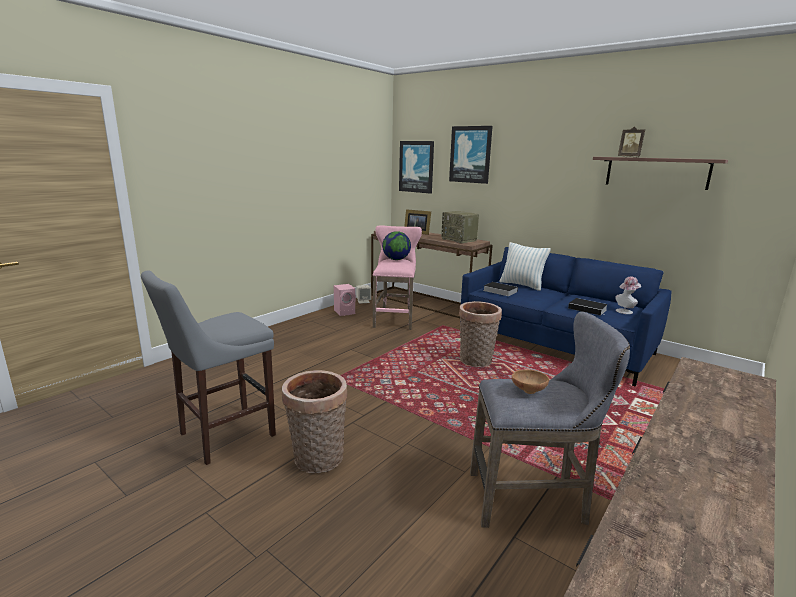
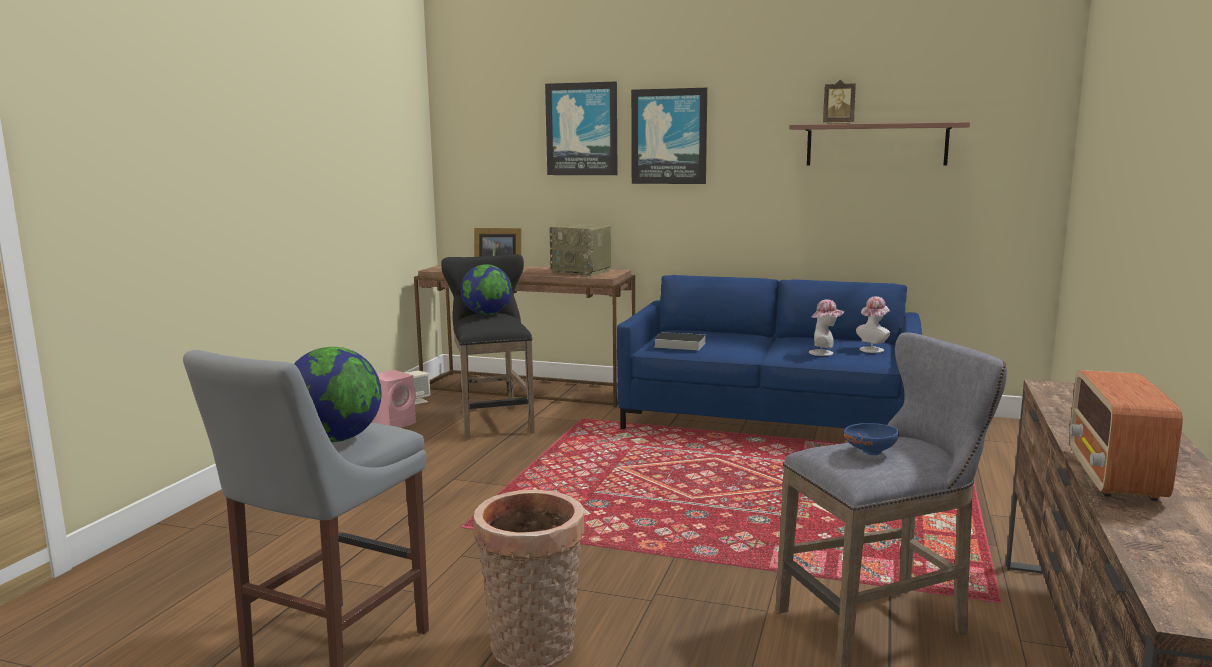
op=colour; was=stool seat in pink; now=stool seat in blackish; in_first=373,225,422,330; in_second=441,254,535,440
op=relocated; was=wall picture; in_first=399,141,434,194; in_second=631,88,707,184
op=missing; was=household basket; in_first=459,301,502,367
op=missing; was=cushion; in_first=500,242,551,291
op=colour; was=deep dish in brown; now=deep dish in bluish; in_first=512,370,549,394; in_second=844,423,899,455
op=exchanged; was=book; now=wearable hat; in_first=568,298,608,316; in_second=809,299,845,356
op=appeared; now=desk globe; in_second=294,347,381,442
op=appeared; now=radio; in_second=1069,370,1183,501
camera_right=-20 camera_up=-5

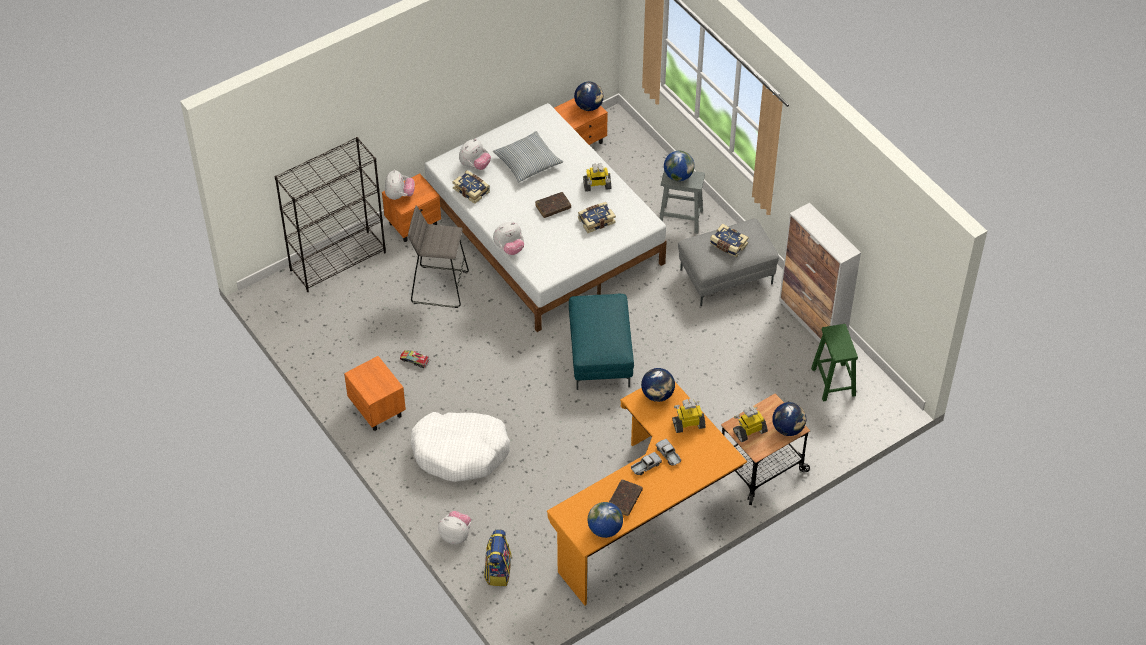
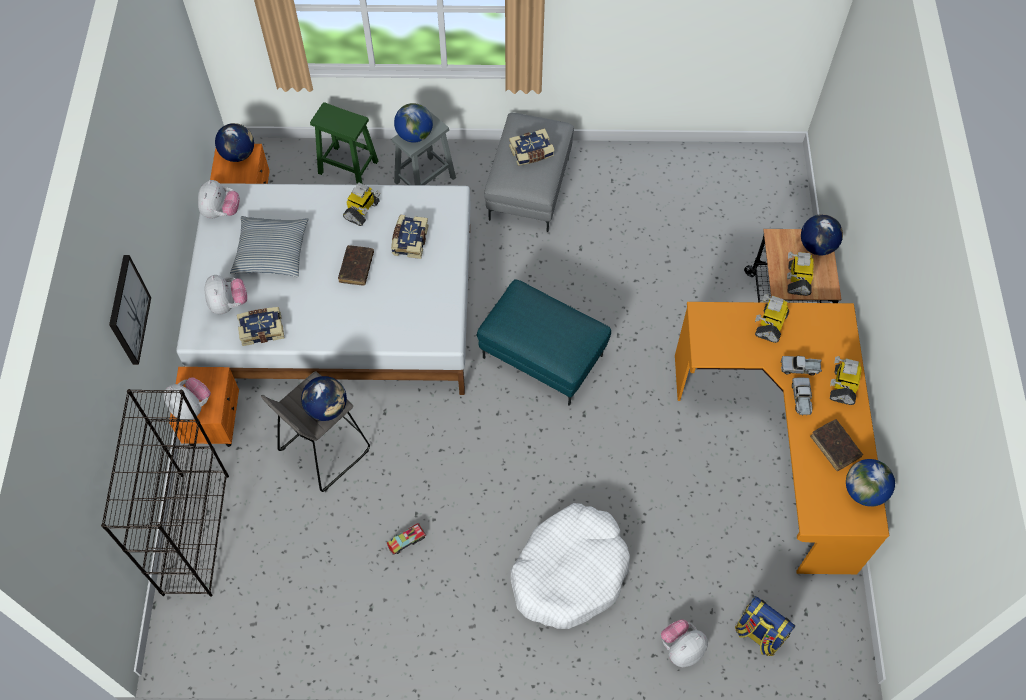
op=missing; was=nightstand in orangey; in_first=344,356,406,431
op=relocated; was=plush toy; in_first=493,222,524,255; in_second=198,180,240,218
op=relocated; was=desk globe; in_first=641,368,675,402; in_second=301,376,347,421
op=missing; was=storage cabinet; in_first=779,203,861,351
op=relocated; was=stool seat in green-coloured; in_first=811,324,858,402; in_second=310,102,378,184
op=appeared; now=wall picture; in_second=109,255,151,365
op=appeared; now=robot figure; in_second=830,356,862,405
camera_right=-55 camera_up=10

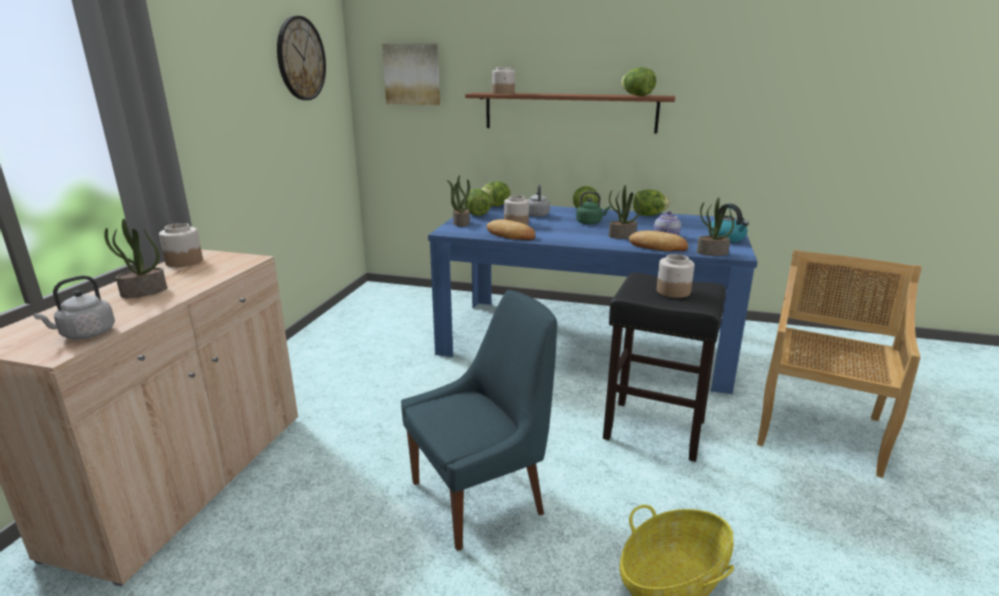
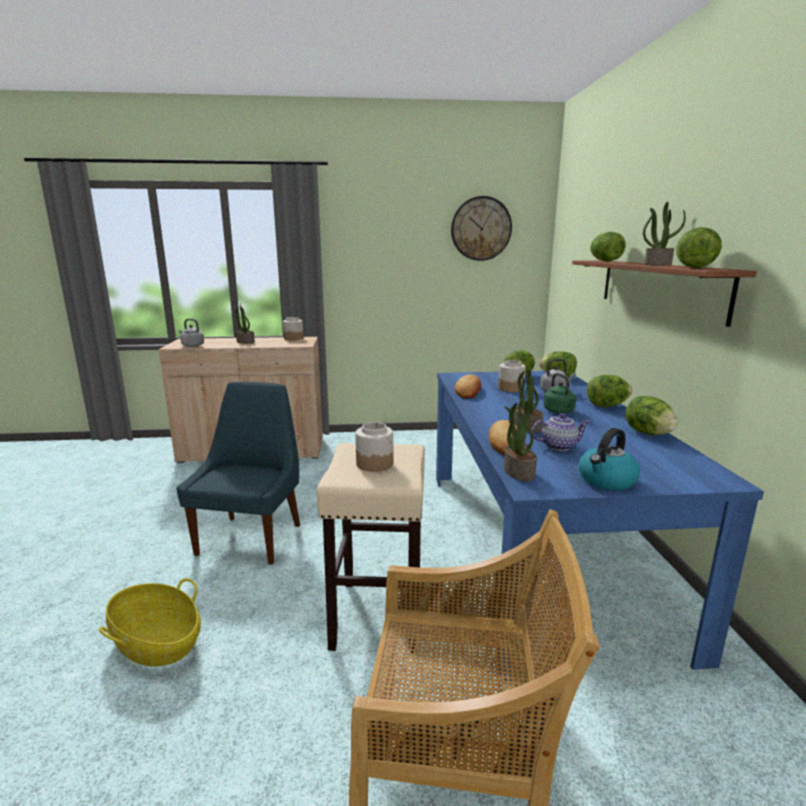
op=missing; was=wall picture; in_first=382,43,440,105
op=spun; was=plain chair in bluish; in_first=401,290,557,551; in_second=176,382,300,565; clockwise=-120
op=relocated; was=potted plant; in_first=447,175,470,227; in_second=643,202,686,265
op=exchanged; was=jar; now=lettuce; in_first=492,67,515,94; in_second=590,232,626,261
op=colour; was=stool seat in blackish; now=stool seat in beige; in_first=603,273,726,462; in_second=317,443,425,653
camera_right=70 camera_up=-5

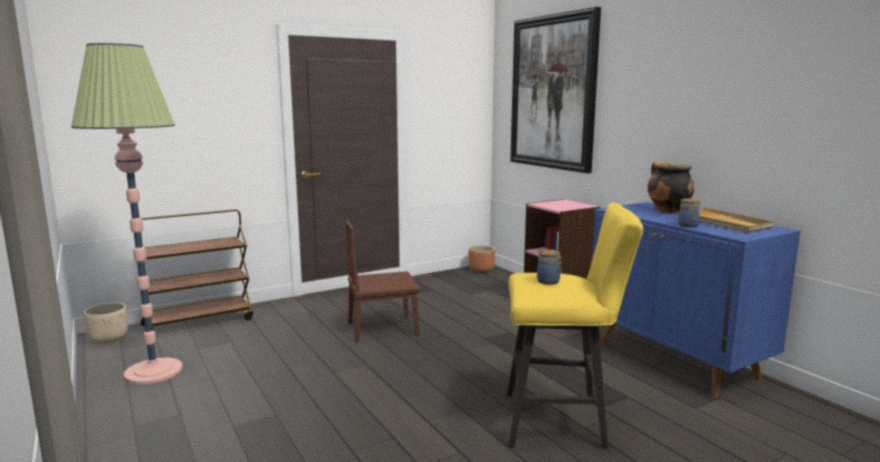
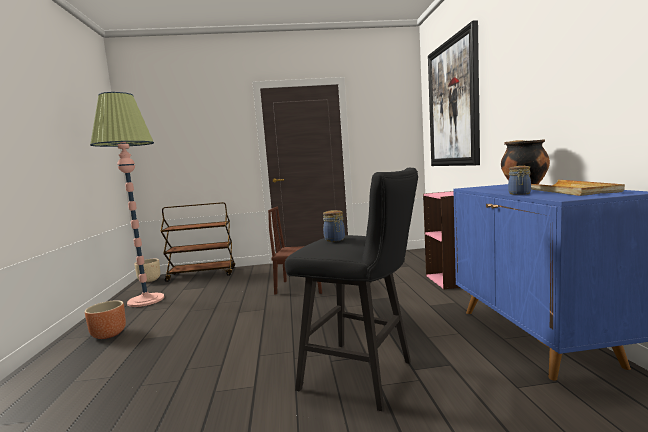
op=relocated; was=plant pot in brown; in_first=468,245,495,273; in_second=85,300,126,339
op=colour; was=stool seat in yellowish; now=stool seat in blackish; in_first=507,203,643,449; in_second=285,168,418,411
camera_right=25 camera_up=-5

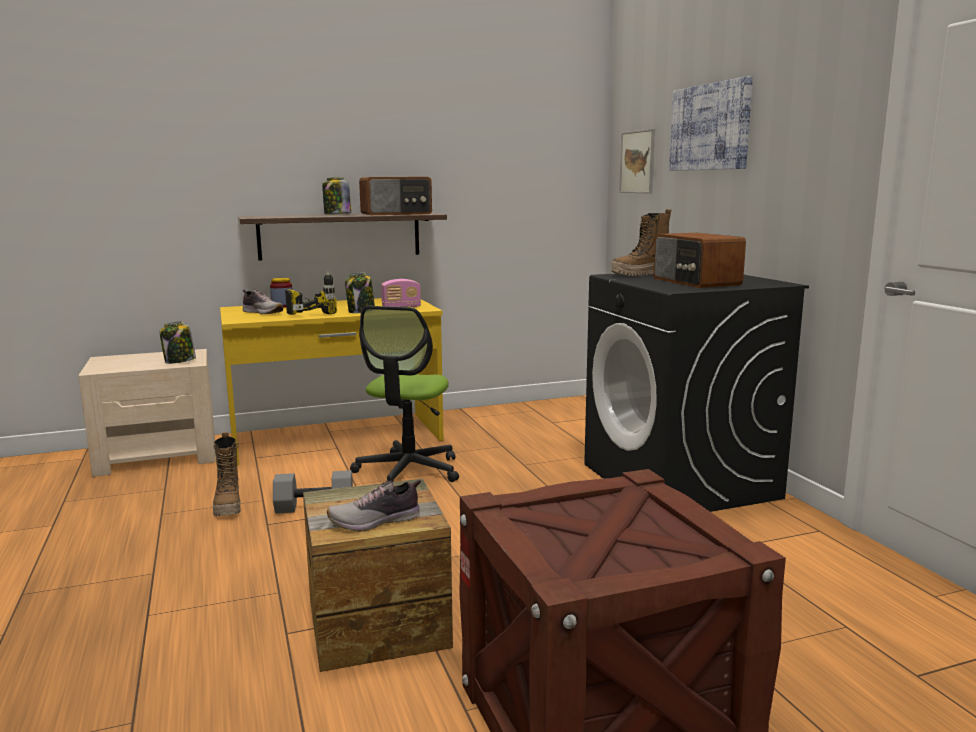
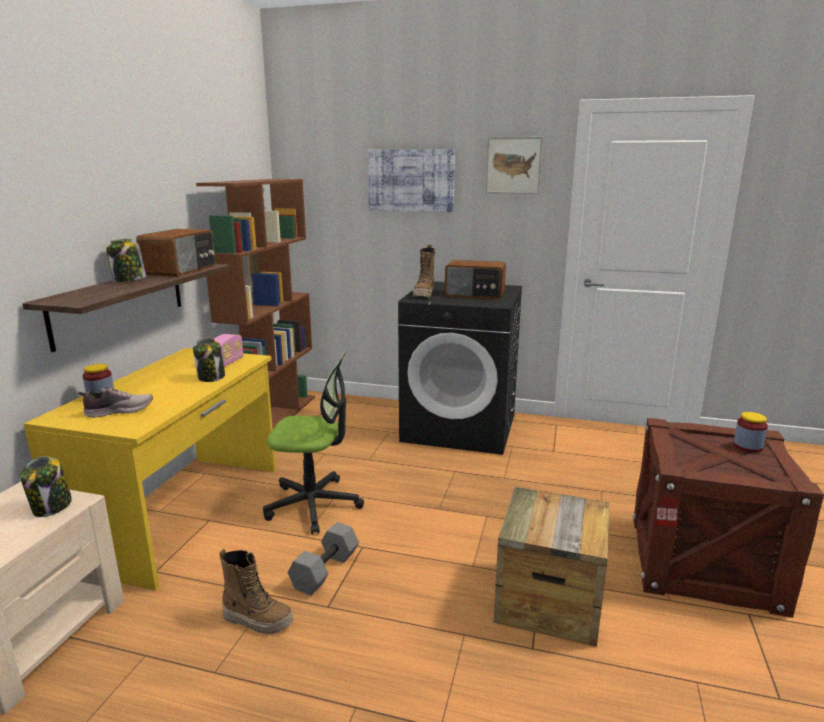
op=missing; was=drill; in_first=285,271,337,315
op=missing; was=item of footwear; in_first=327,480,421,532
op=spun; was=office chair; in_first=350,306,459,483; in_second=263,351,364,534; clockwise=-45
op=relocated; was=wall picture; in_first=619,129,655,193; in_second=486,137,543,194
op=appeared; now=shelving unit in brown; in_second=196,179,315,429
op=appeared; now=jar; in_second=733,412,768,453
camera_right=-55 camera_up=5

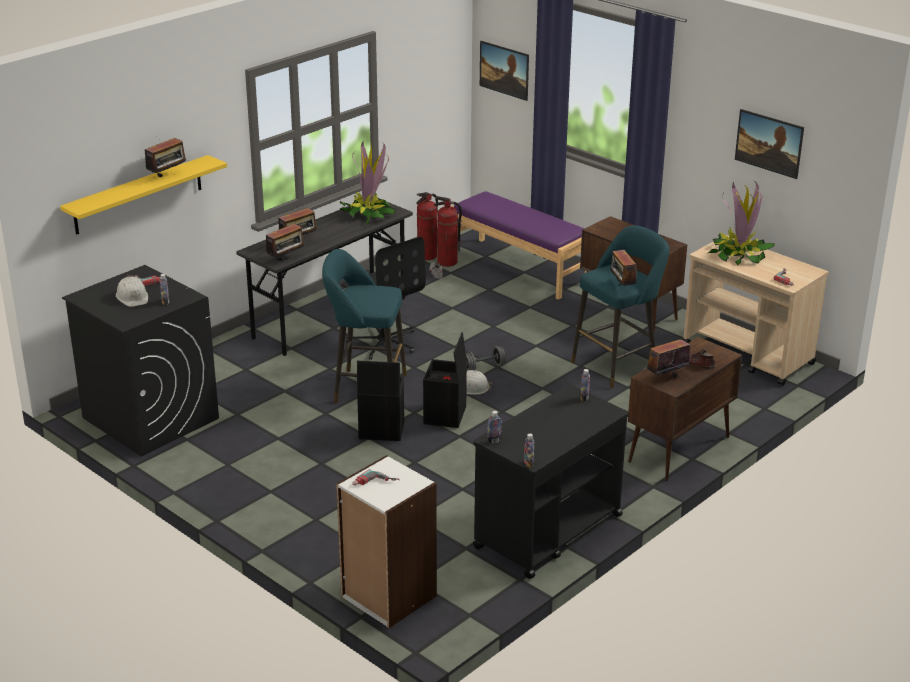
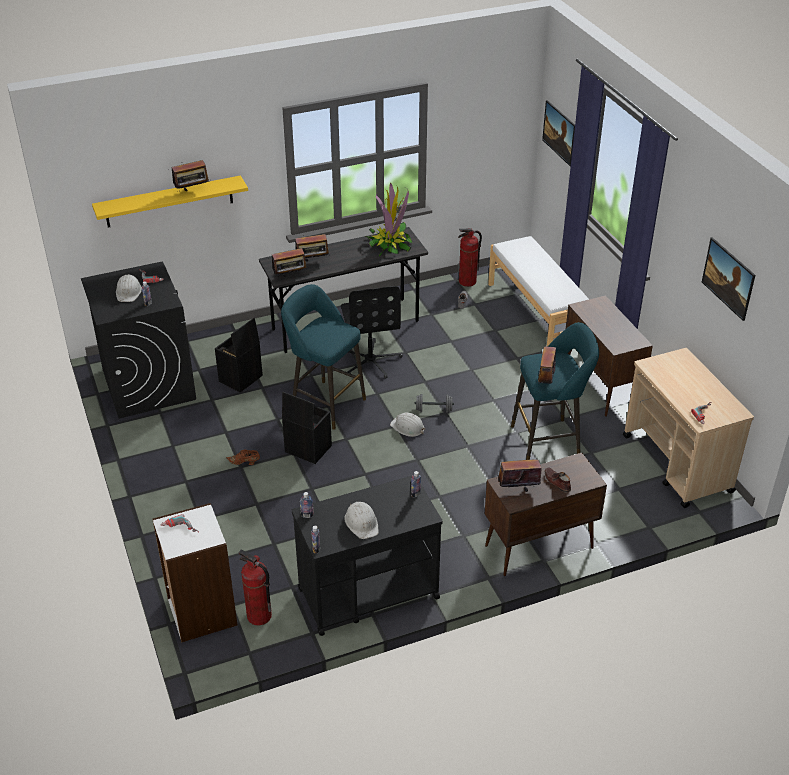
op=relocated; was=storage container in blackish; in_first=423,332,467,428; in_second=215,318,263,393
op=relocated; was=fire extinguisher; in_first=434,196,462,267; in_second=239,550,272,625
op=colour; was=indoor bench in purplish; now=indoor bench in white; in_first=450,191,587,300; in_second=488,236,589,347
op=missing; was=potted plant; in_first=707,180,775,266
op=appeared; now=item of footwear in brown; in_second=226,449,260,465
op=appeared; now=hard hat in white; in_second=344,502,379,539
camera_right=25 camera_up=10

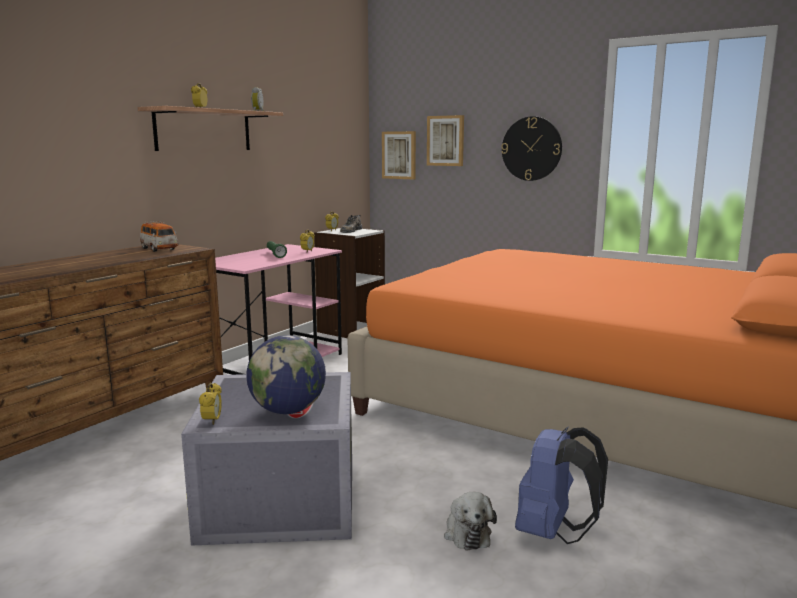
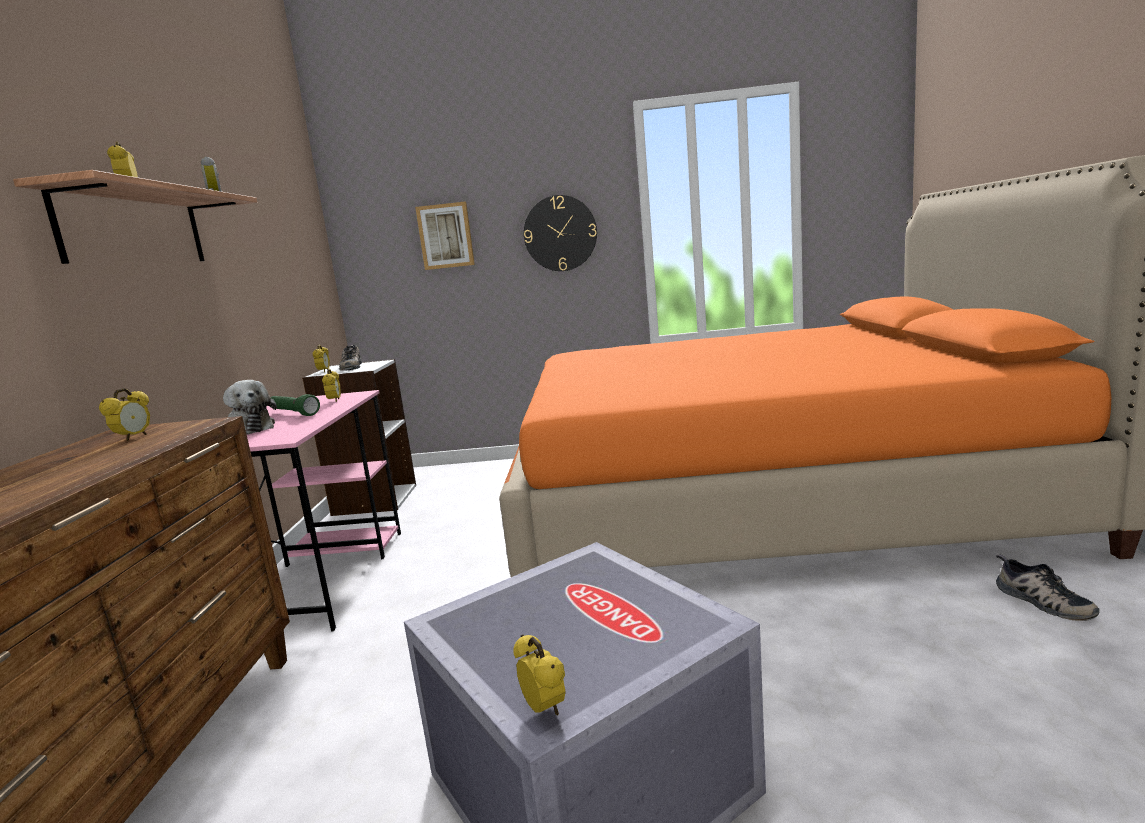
op=exchanged; was=miniature car; now=alarm clock; in_first=140,221,178,252; in_second=99,388,150,441
op=missing; was=desk globe; in_first=246,335,326,414
op=missing; was=wall picture; in_first=382,131,416,179
op=relocated; was=plush toy; in_first=444,492,497,551; in_second=223,380,277,434
op=missing; was=rucksack in bluish; in_first=515,426,608,544
op=appeared; now=item of footwear; in_second=996,555,1099,621
camera_right=-30 camera_up=0

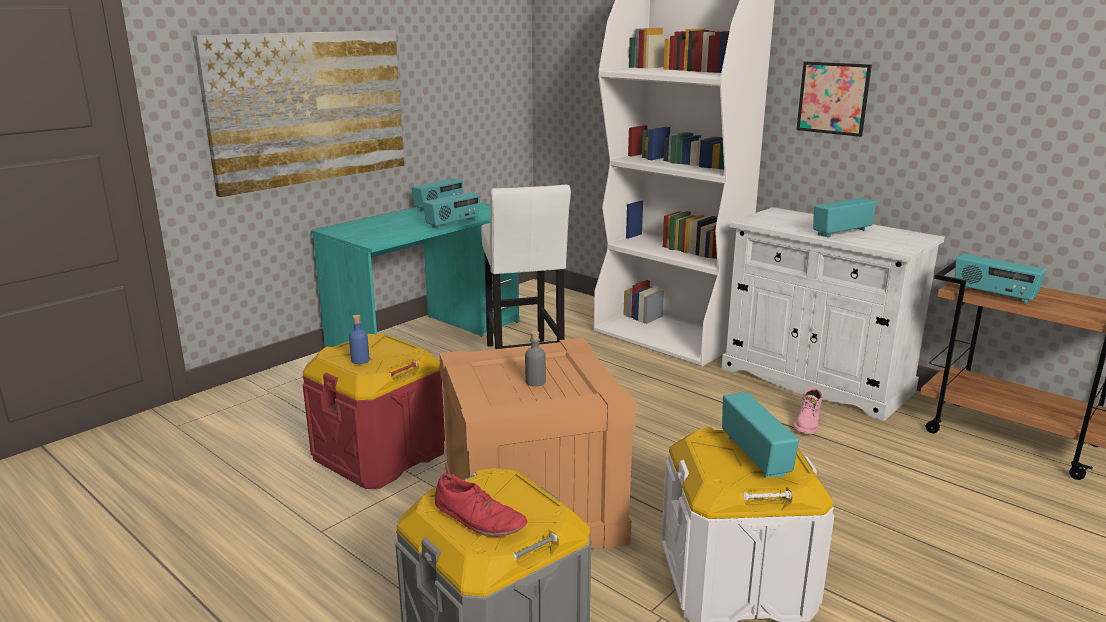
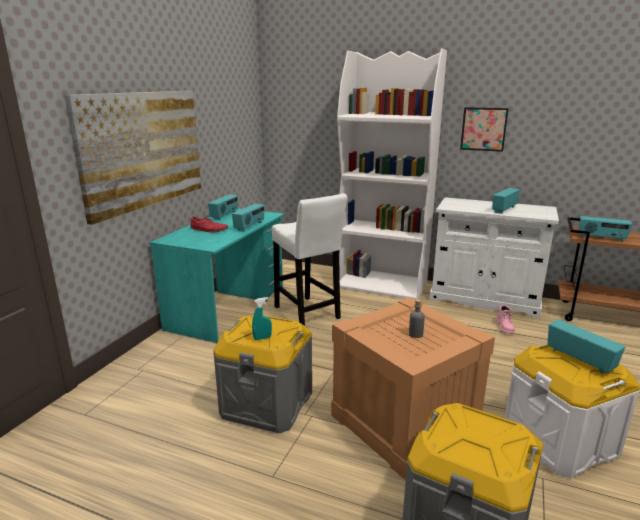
op=colour; was=storage container in red; now=storage container in greyish; in_first=303,334,445,489; in_second=213,315,312,433
op=exchanged; was=drink bottle in bluish; now=sprayer in turquoise-coloured; in_first=349,315,370,364; in_second=252,297,272,340
op=relocated; was=item of footwear in red; in_first=435,473,527,537; in_second=191,217,228,233
camera_right=-20 camera_up=0

